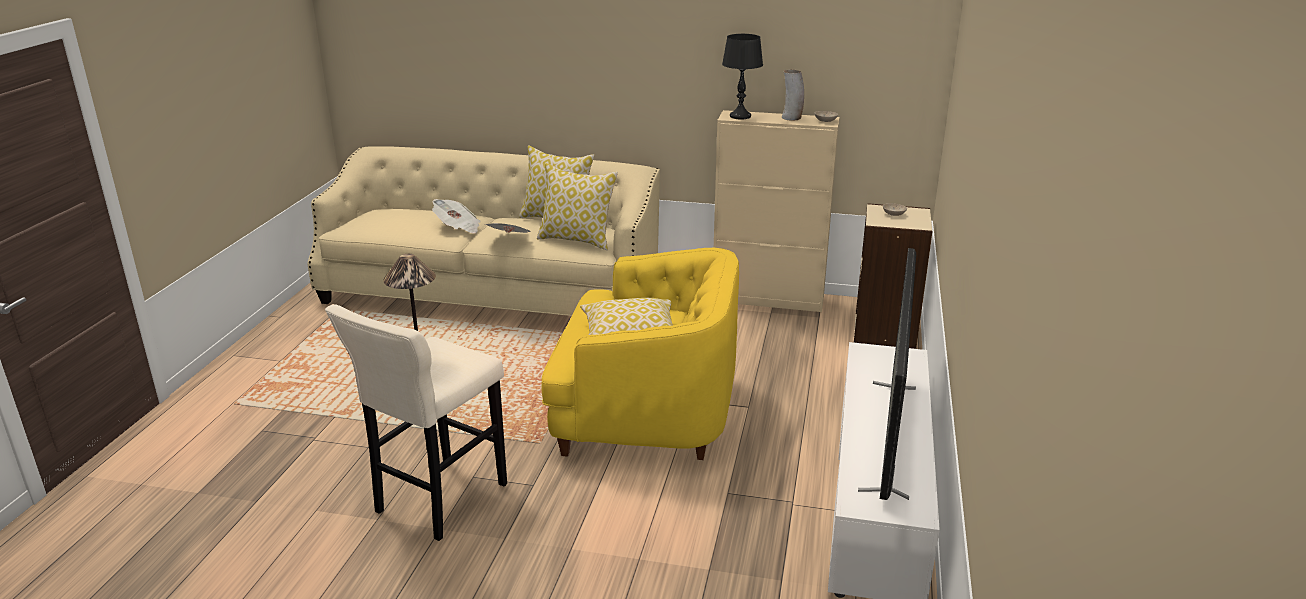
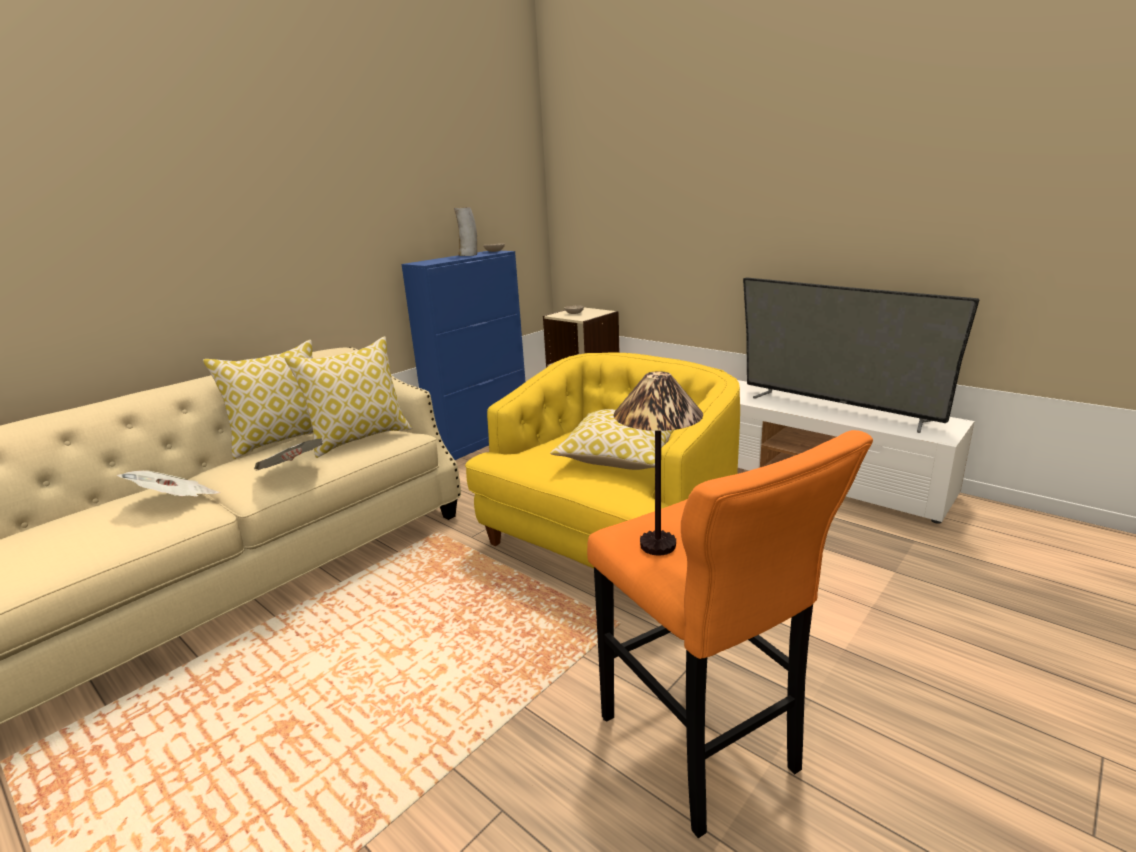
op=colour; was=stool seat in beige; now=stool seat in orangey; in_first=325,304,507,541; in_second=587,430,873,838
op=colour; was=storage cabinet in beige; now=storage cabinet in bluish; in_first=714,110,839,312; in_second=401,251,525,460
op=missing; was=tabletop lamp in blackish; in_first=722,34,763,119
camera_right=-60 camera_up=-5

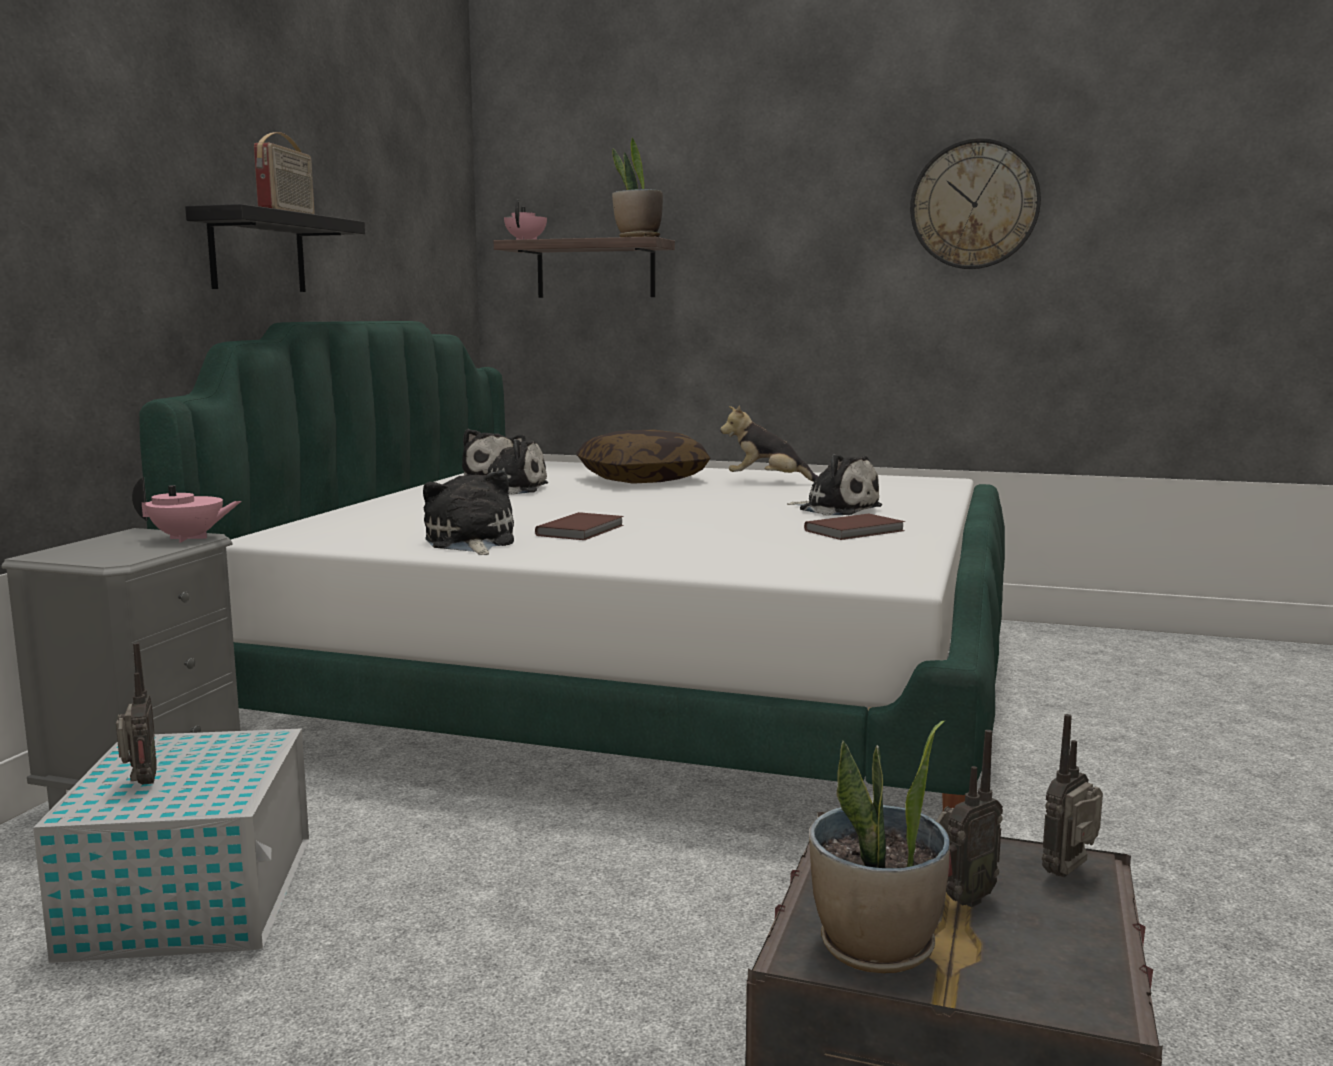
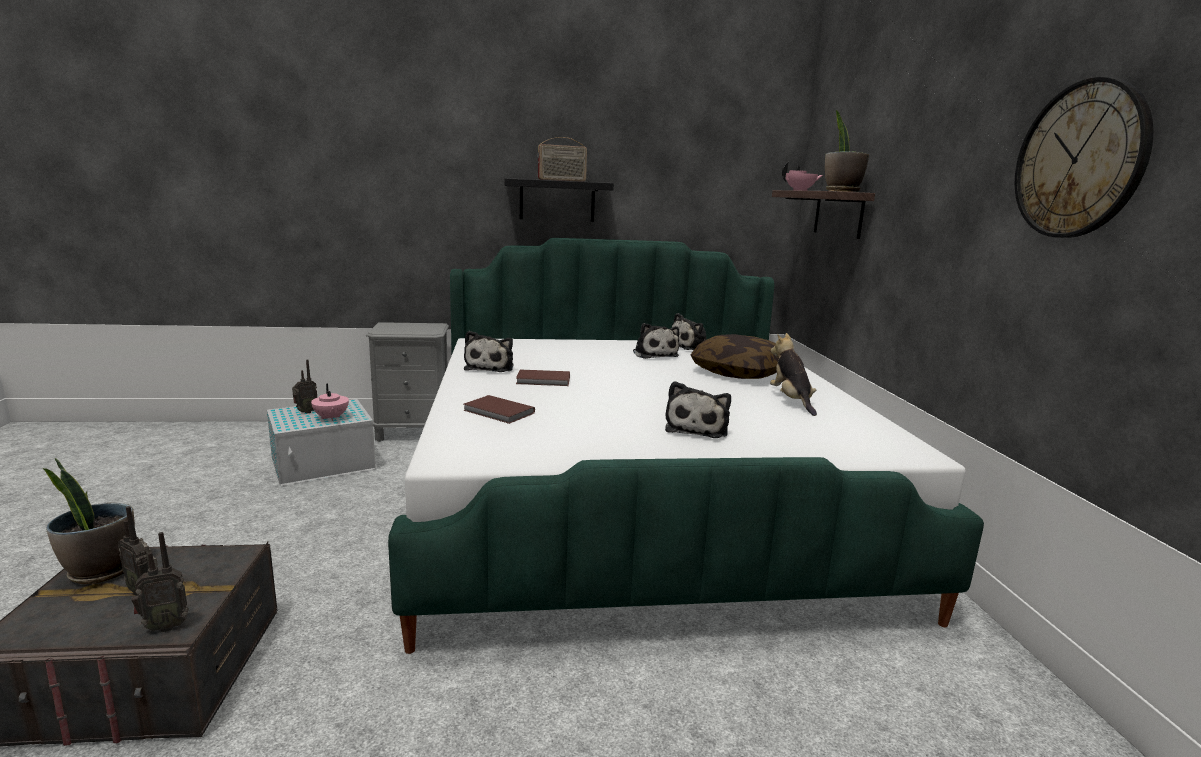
op=relocated; was=tea pot in pink; in_first=132,477,241,542; in_second=311,383,349,421
op=spun; was=plush toy; in_first=423,470,514,555; in_second=464,331,514,372; clockwise=135
op=relocated; was=book in brown; in_first=804,514,905,540; in_second=463,395,535,424
op=spun; was=radio; in_first=1042,714,1103,877; in_second=131,532,189,632; clockwise=135
camera_right=65 camera_up=5

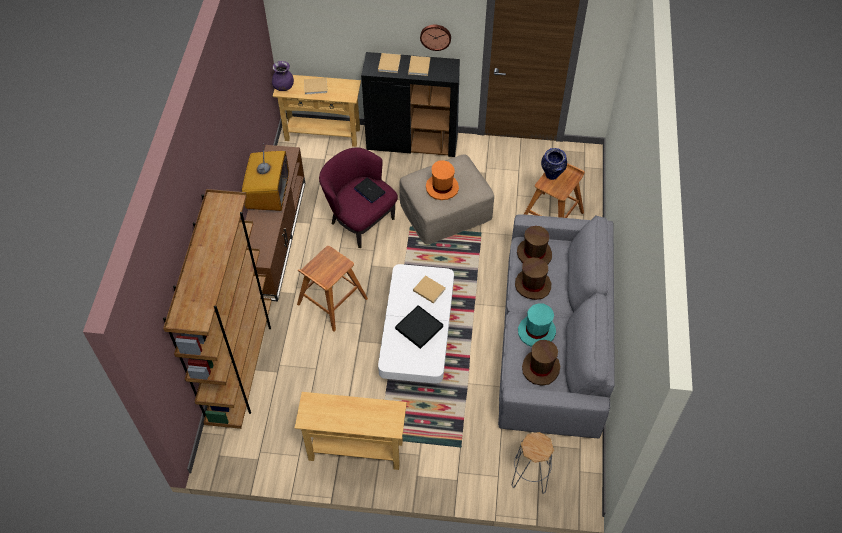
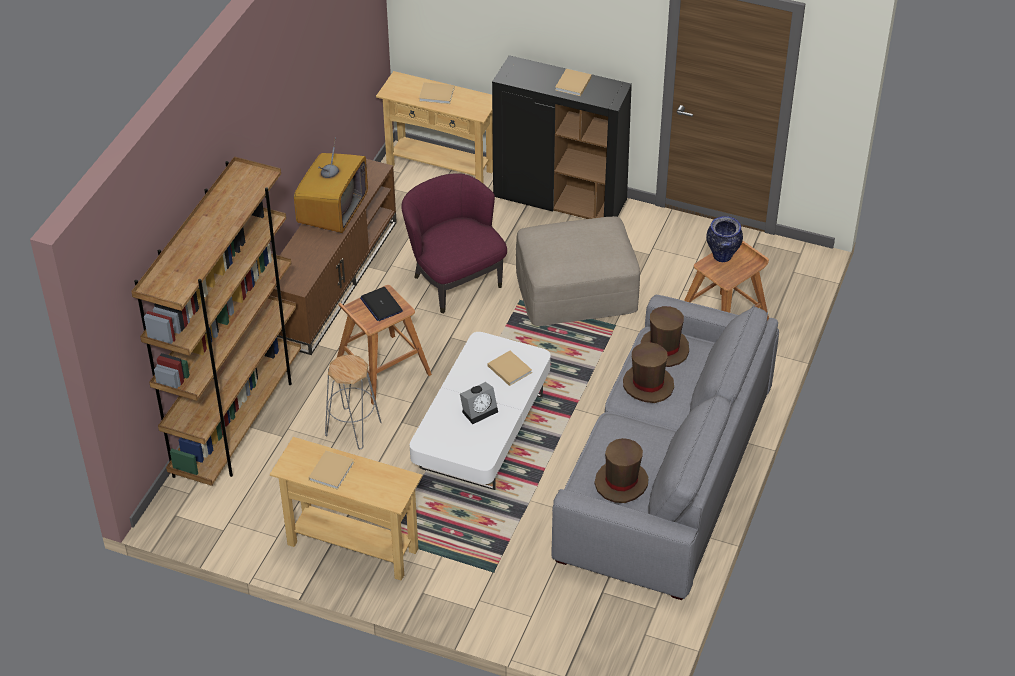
op=missing; was=vase in purplish; in_first=272,61,294,91
op=relocated; was=laptop; in_first=354,178,386,203; in_second=360,287,403,321
op=relocated; was=book in beige; in_first=378,53,401,73; in_second=309,451,354,490
op=exchanged; was=tray in blackish; now=alarm clock; in_first=395,305,443,349; in_second=460,382,498,424
op=missing; was=clock on the wall; in_first=420,25,451,51
op=missing; was=wearable hat in orangey; in_first=426,160,459,200
op=relocated; was=stool seat in greyish; in_first=512,432,554,494; in_second=325,355,382,449
op=missing; was=wearable hat in turquoise-coloured; in_first=518,303,556,347
camera_right=15 camera_up=-10

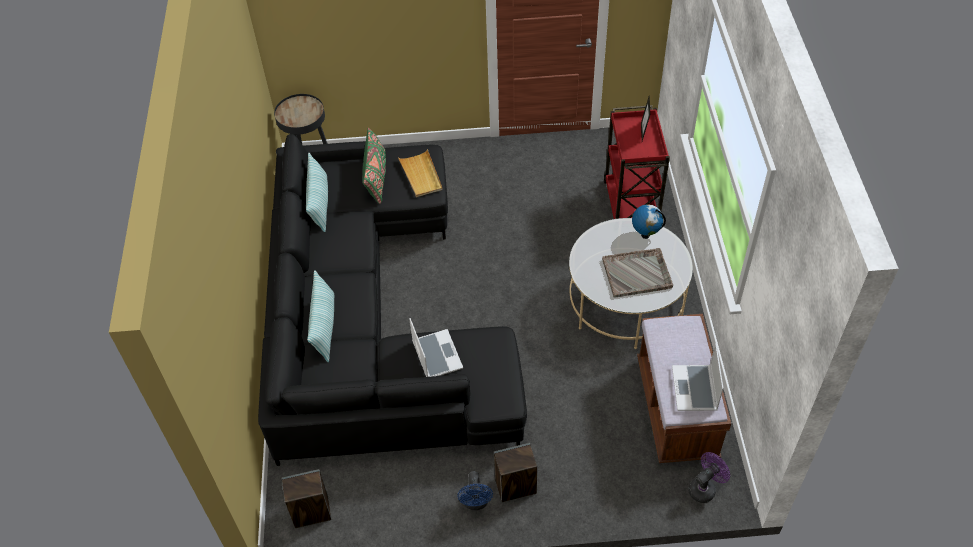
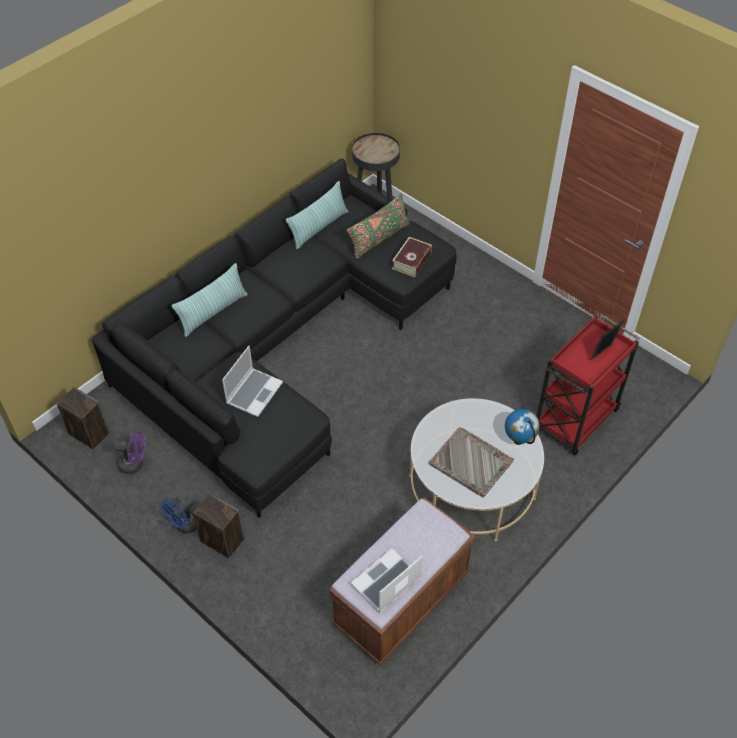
op=exchanged; was=tray in beige; now=book; in_first=398,149,443,197; in_second=392,237,432,277
op=relocated; was=fan in purplish; in_first=688,452,730,503; in_second=113,431,146,474
camera_right=45 camera_up=0

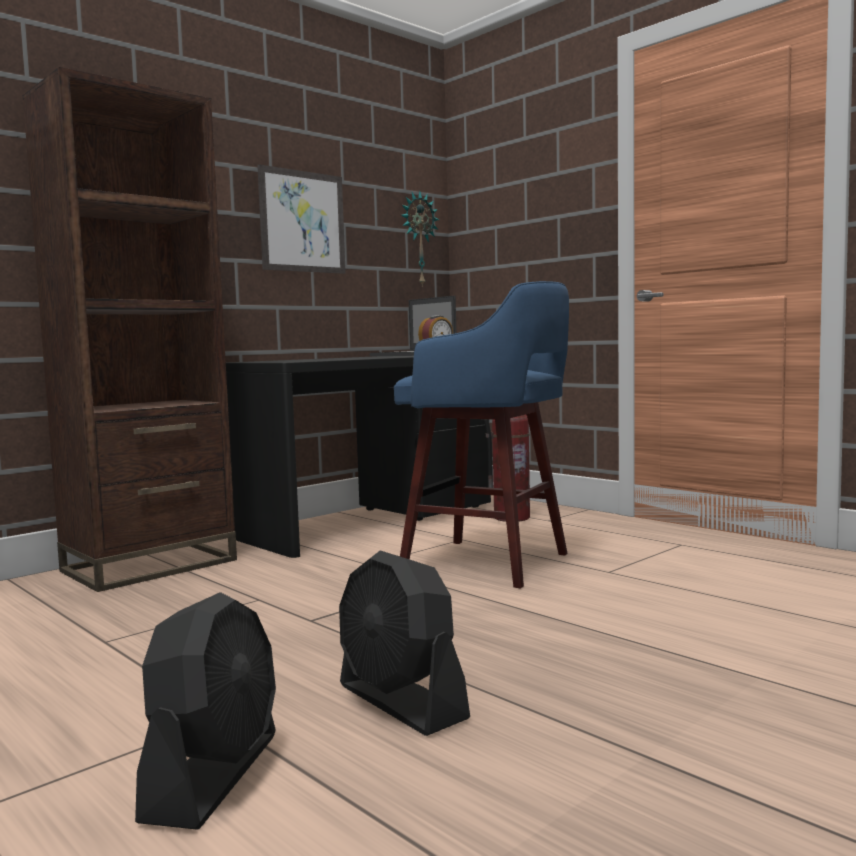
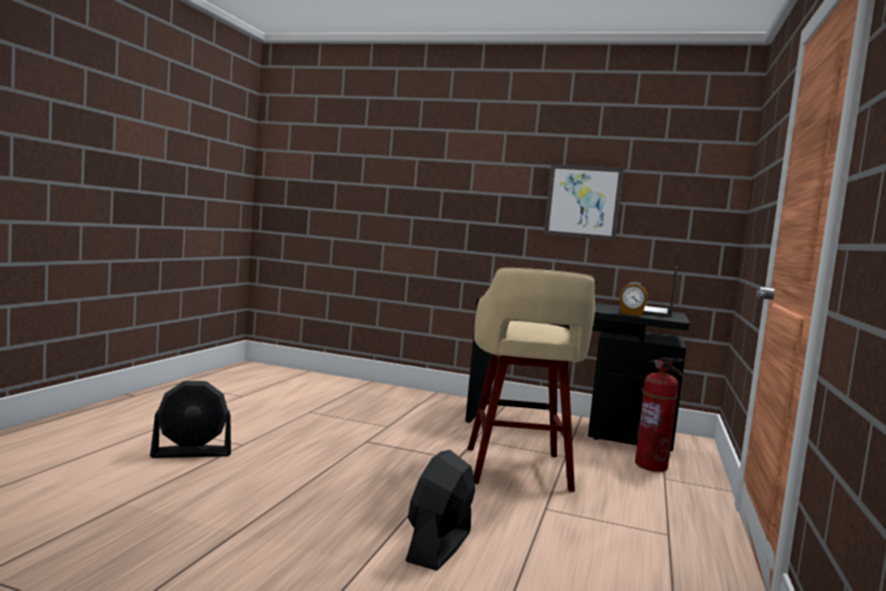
op=missing; was=shelving unit in brown; in_first=23,67,237,592
op=relocated; was=fan in blackish; in_first=339,550,470,736; in_second=406,450,475,571
op=colour; was=stool seat in bluish; now=stool seat in beige; in_first=394,281,569,588; in_second=468,268,595,492
op=missing; was=clock on the wall; in_first=401,191,439,287
camera_right=60 camera_up=0

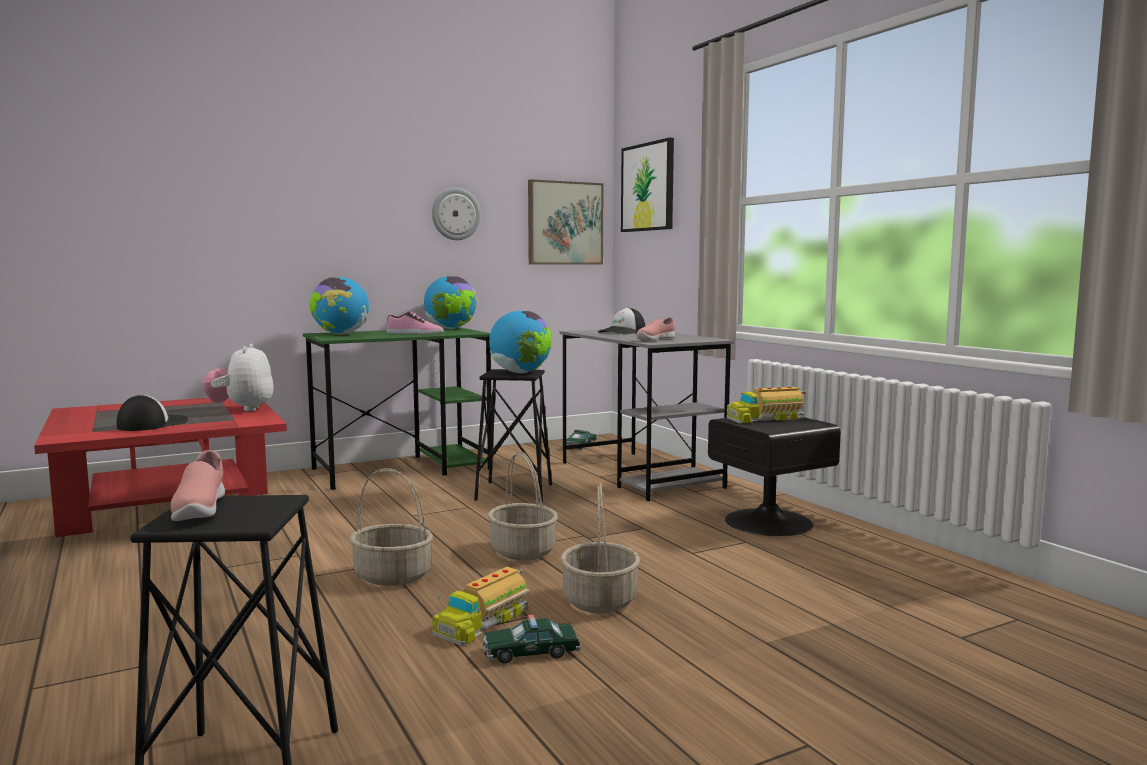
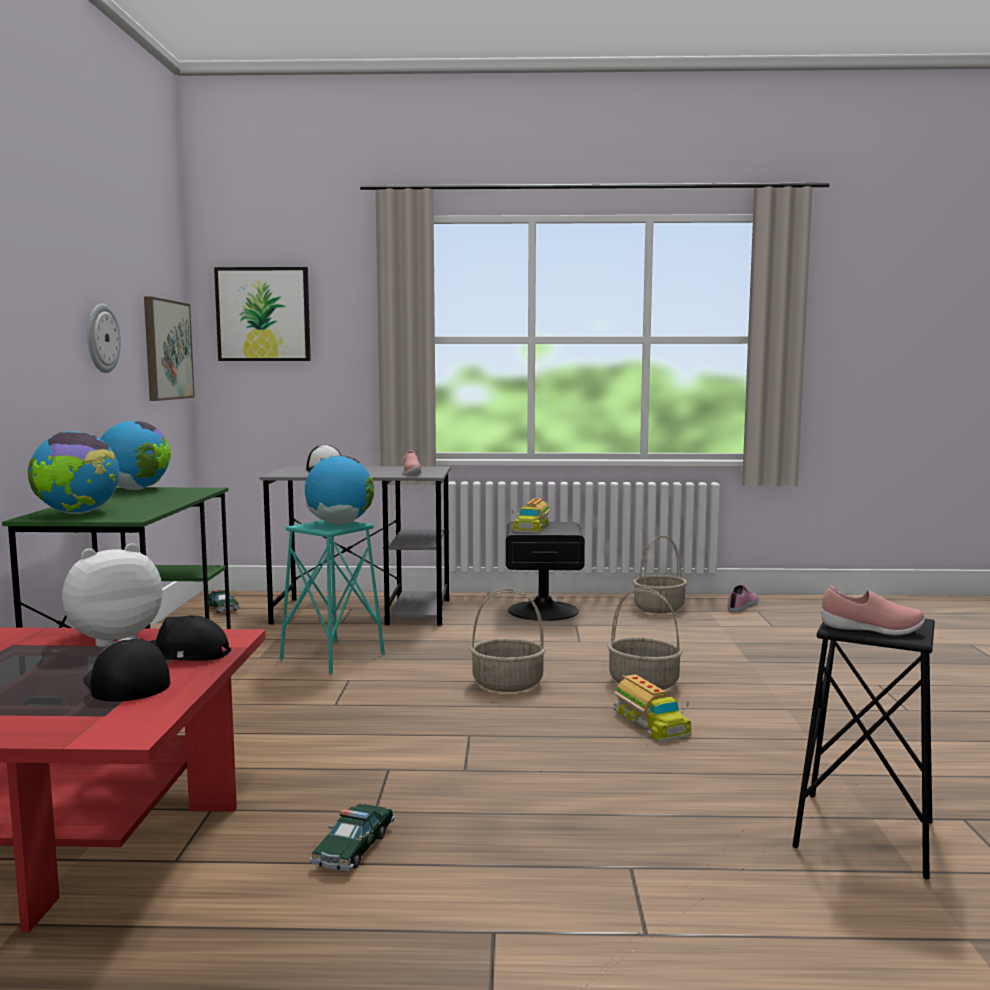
op=spun; was=plush toy; in_first=202,344,274,411; in_second=62,543,163,647; clockwise=120
op=relocated; was=household basket; in_first=349,468,433,586; in_second=633,535,687,613
op=relocated; was=item of footwear; in_first=386,311,444,335; in_second=727,585,759,612
op=colour; was=stool seat in blackish; now=stool seat in turquoise-coloured; in_first=474,369,552,502; in_second=280,520,385,674
op=relocated; was=miniature car; in_first=483,615,581,664; in_second=310,804,395,871
op=appeared; now=baseball cap in blackish; in_second=149,615,231,661
camera_right=-60 camera_up=0

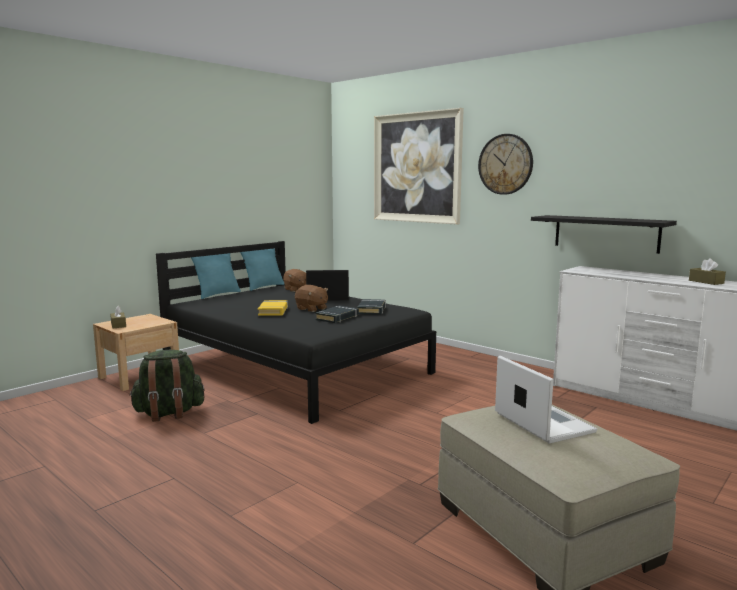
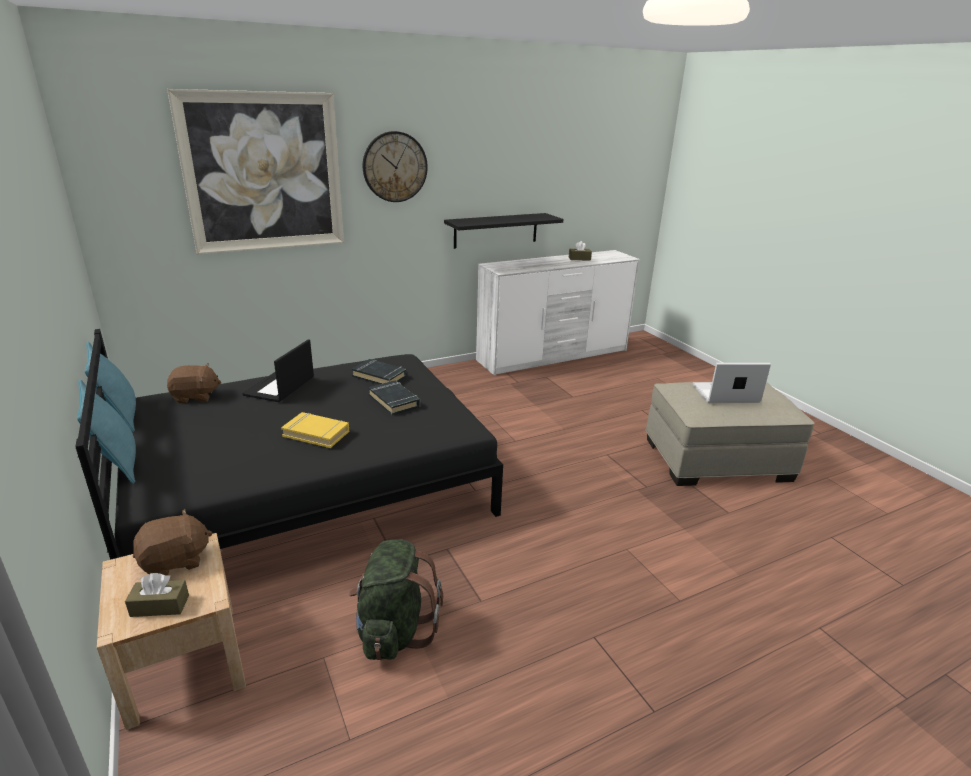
op=relocated; was=plush toy in brown; in_first=295,285,328,312; in_second=133,509,212,576
camera_right=-70 camera_up=15

